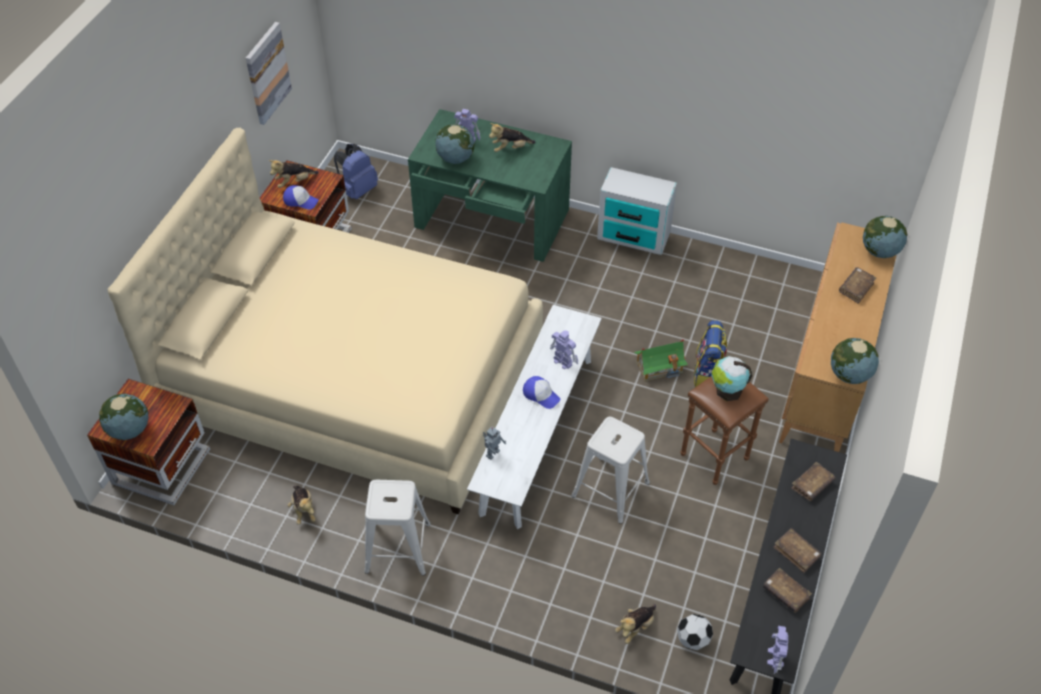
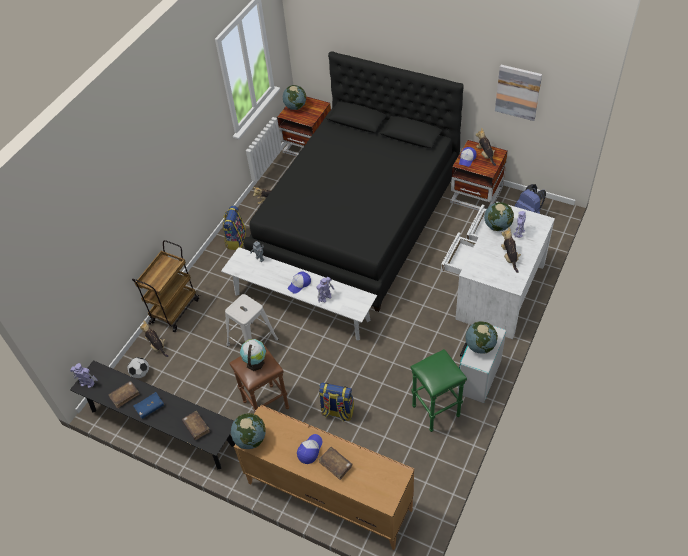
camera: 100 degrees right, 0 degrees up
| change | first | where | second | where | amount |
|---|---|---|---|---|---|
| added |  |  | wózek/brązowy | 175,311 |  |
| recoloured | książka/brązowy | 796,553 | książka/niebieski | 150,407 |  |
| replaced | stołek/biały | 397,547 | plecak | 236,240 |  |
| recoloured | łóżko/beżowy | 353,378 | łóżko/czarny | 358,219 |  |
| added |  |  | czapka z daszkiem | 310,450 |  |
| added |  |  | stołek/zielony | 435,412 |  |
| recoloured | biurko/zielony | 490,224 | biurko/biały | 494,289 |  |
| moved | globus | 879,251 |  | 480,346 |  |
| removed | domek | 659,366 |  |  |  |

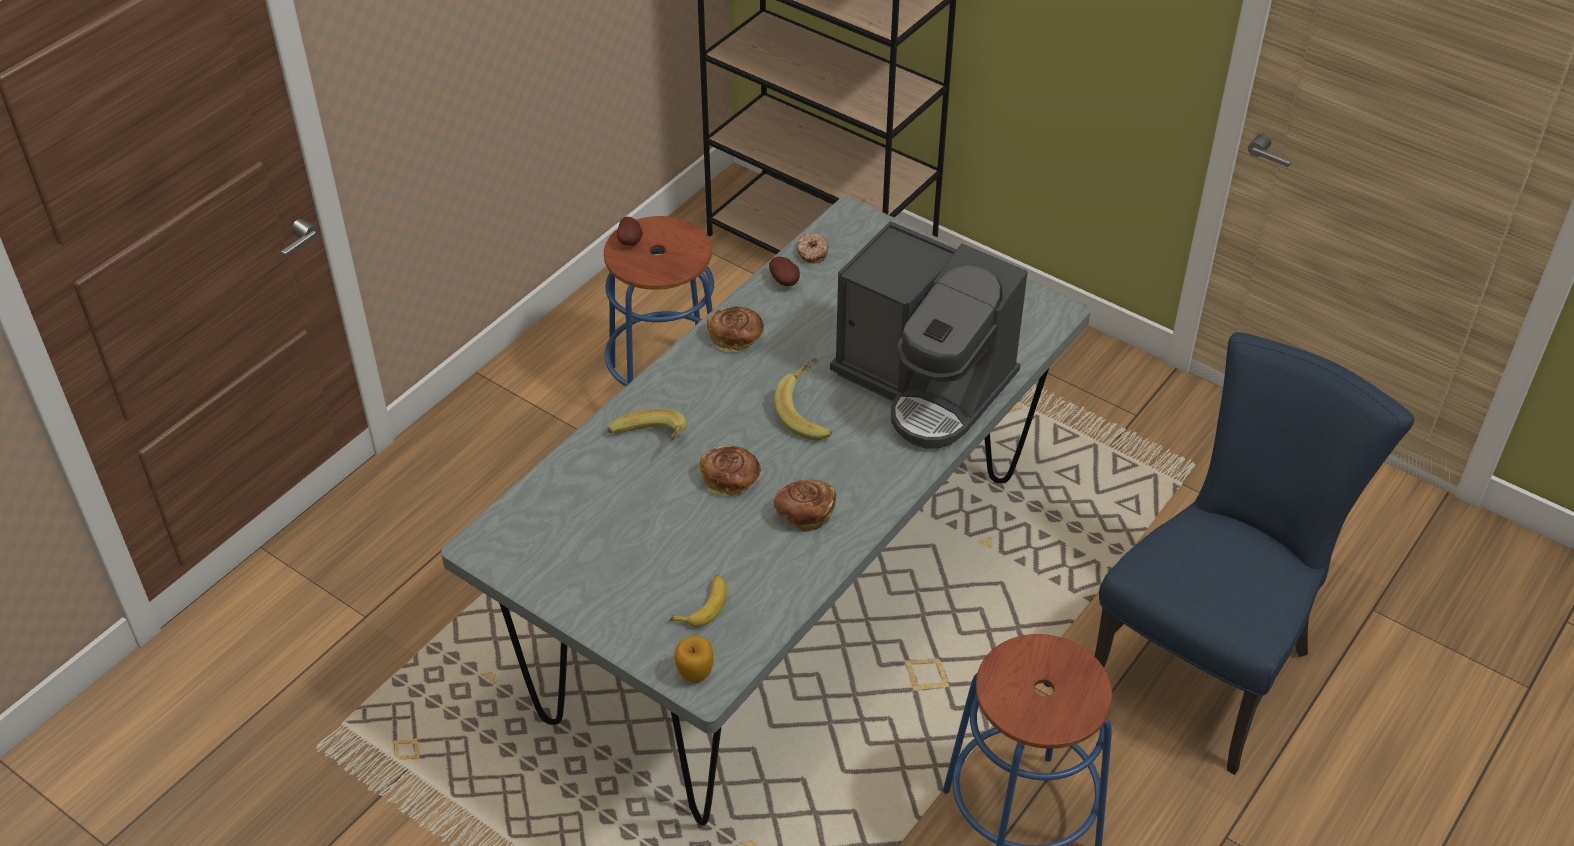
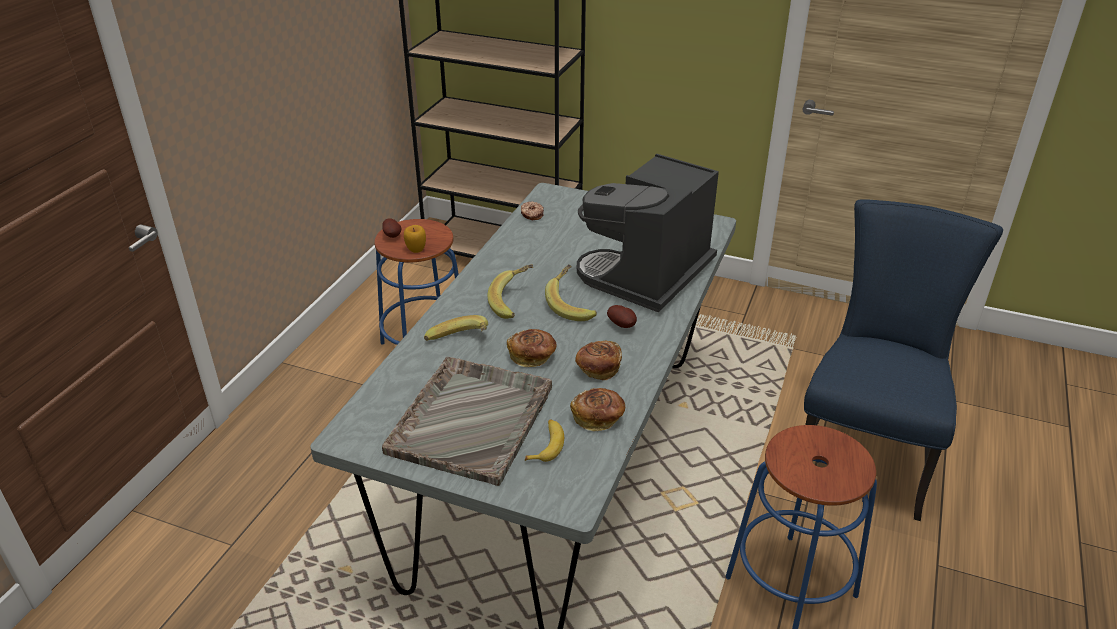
camera: 15 degrees left, 10 degrees down
| change | first | where | second | where | amount |
|---|---|---|---|---|---|
| added |  |  | taca/szary | 472,419 |  |
| moved | jabłko | 695,674 |  | 416,249 |  |
| added |  |  | banan | 514,302 |  |
| moved | chleb | 736,338 |  | 598,418 |  |
| turned | ekspres do kawy | 925,384 |  | 647,276 | 105 degrees clockwise |
| moved | ziemniak | 785,282 |  | 623,325 |  |

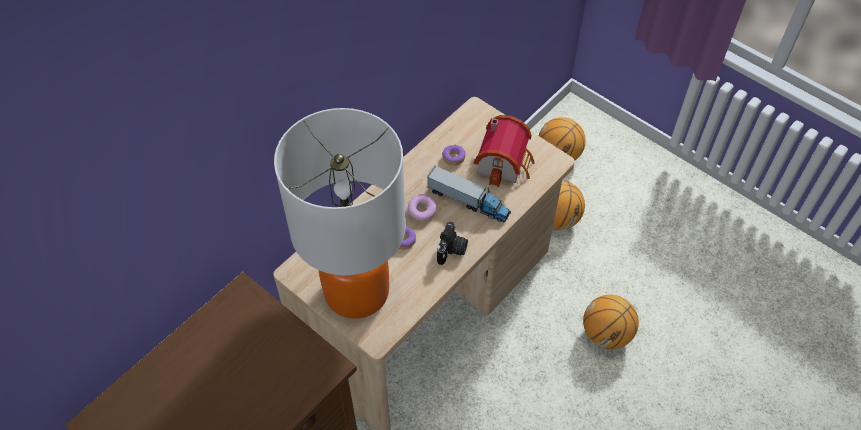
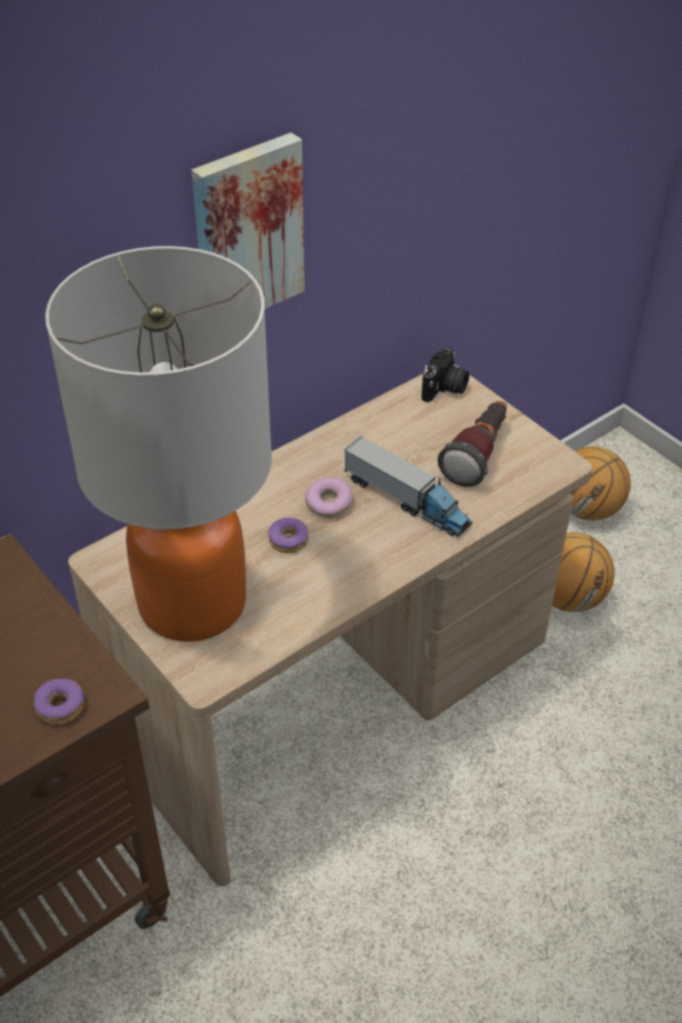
camera: 10 degrees right, 10 degrees down
| change | first | where | second | where | amount |
|---|---|---|---|---|---|
| moved | donut | 453,157 |  | 60,707 |  |
| added |  |  | obraz | 246,230 |  |
| moved | aparat fotograficzny | 452,250 |  | 445,389 |  |
| replaced | domek | 505,163 | latarka | 478,455 |  |
| removed | piłka do koszykówki | 606,334 |  |  |  |

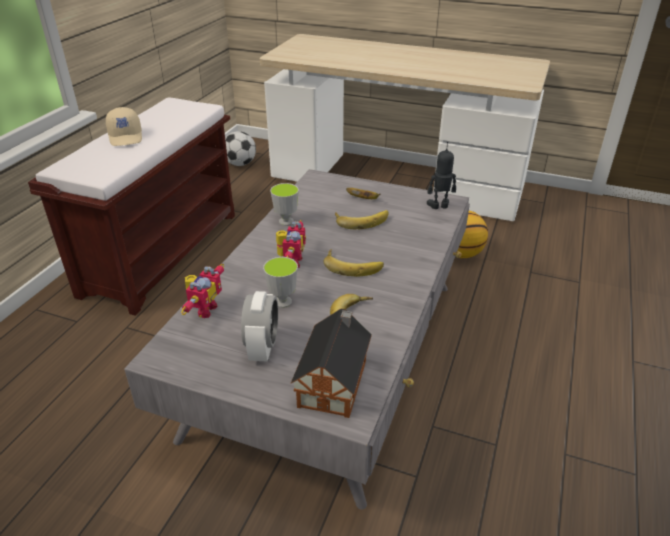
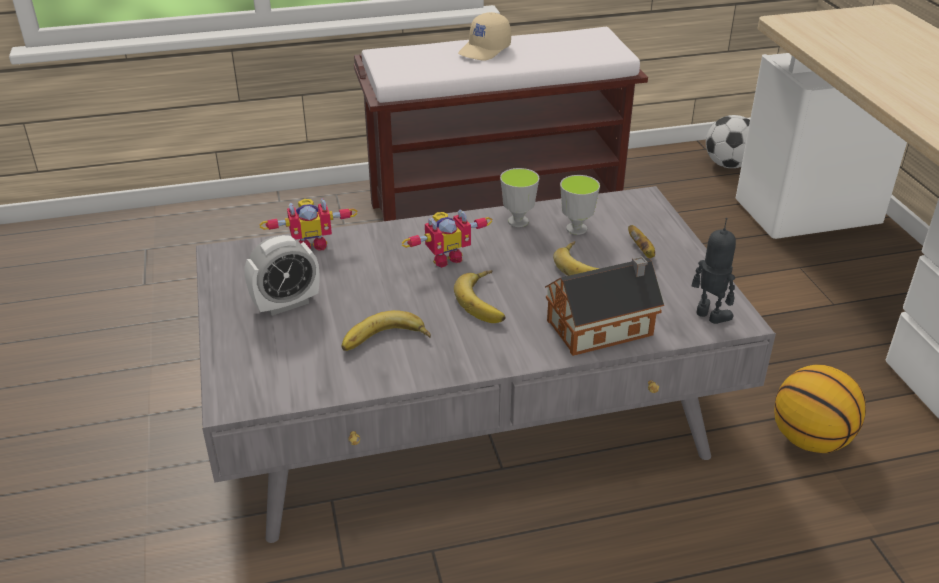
camera: 55 degrees right, 0 degrees up
| change | first | where | second | where | amount |
|---|---|---|---|---|---|
| moved | domek | 334,380 |  | 604,327 |  |
| moved | filiżanka | 282,302 |  | 576,229 |  |

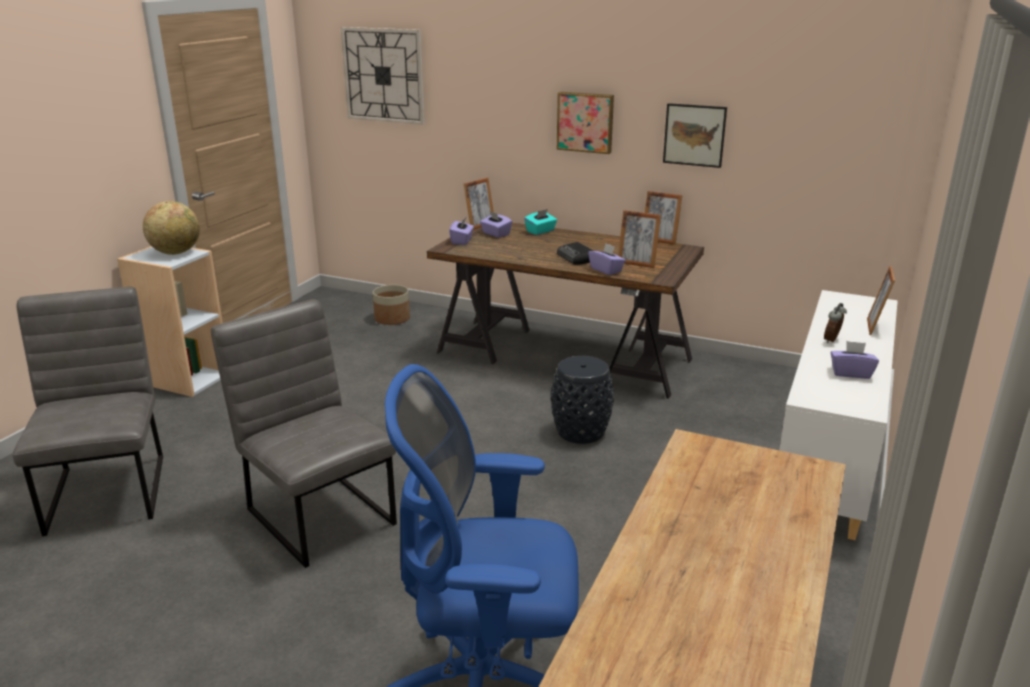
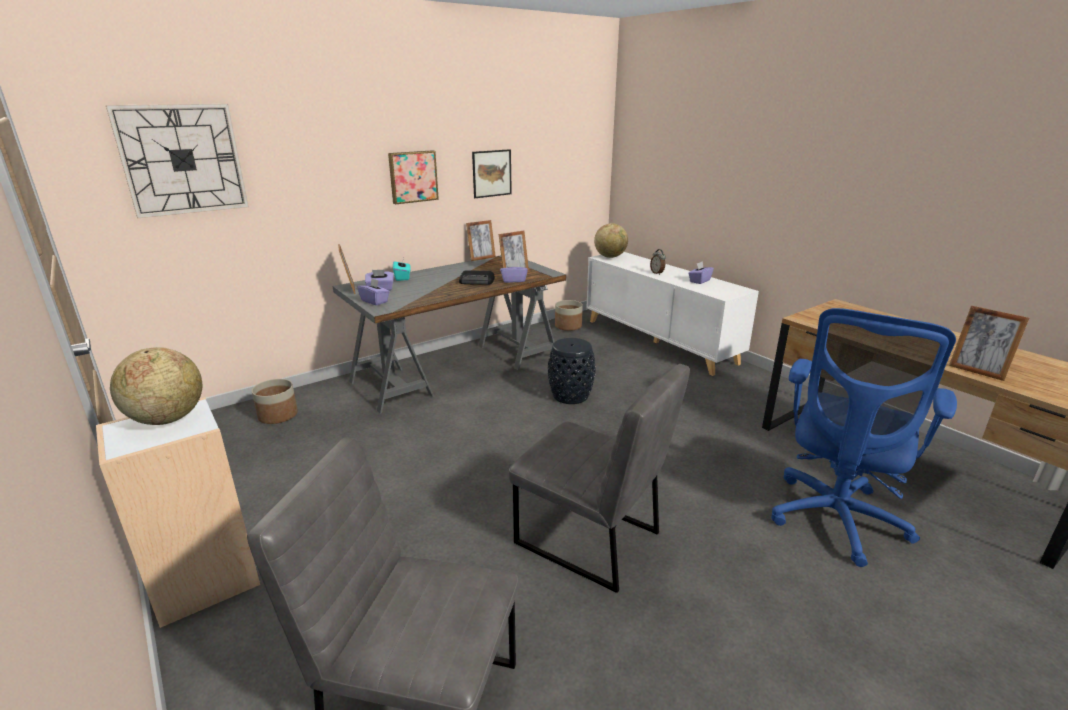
camera: 60 degrees left, 0 degrees up
| change | first | where | second | where | amount |
|---|---|---|---|---|---|
| recoloured | biurko/brązowy | 564,355 | biurko/szary | 458,368 |  |
| turned | krzesło/szary | 319,514 |  | 590,540 | 135 degrees counterclockwise |
| added |  |  | donica | 568,326 |  |
| added |  |  | globus | 610,257 |  |
| moved | ramka na zdjęcie | 875,327 |  | 977,371 |  |

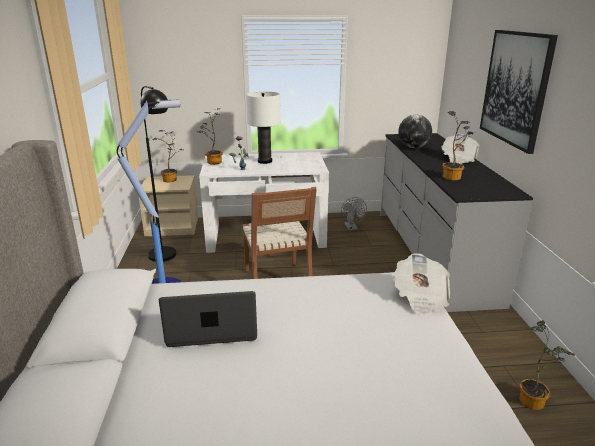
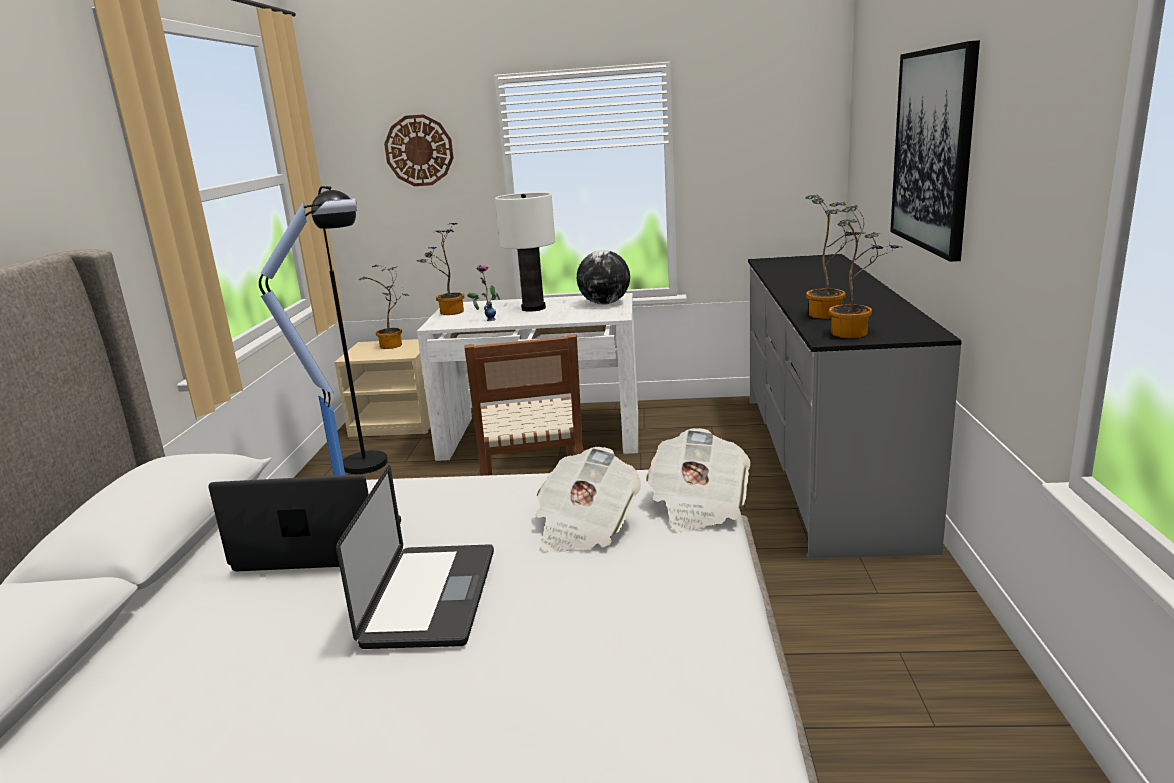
camera: 10 degrees right, 5 degrees down
| change | first | where | second | where | amount |
|---|---|---|---|---|---|
| added |  |  | laptop | 431,597 |  |
| added |  |  | zegar ścienny | 419,150 |  |
| moved | gazeta | 458,159 |  | 585,527 |  |
| moved | globus | 413,147 |  | 604,303 |  |
| moved | roślina doniczkowa | 535,401 |  | 855,333 |  |
| removed | wentylator/szary | 352,228 |  |  |  |

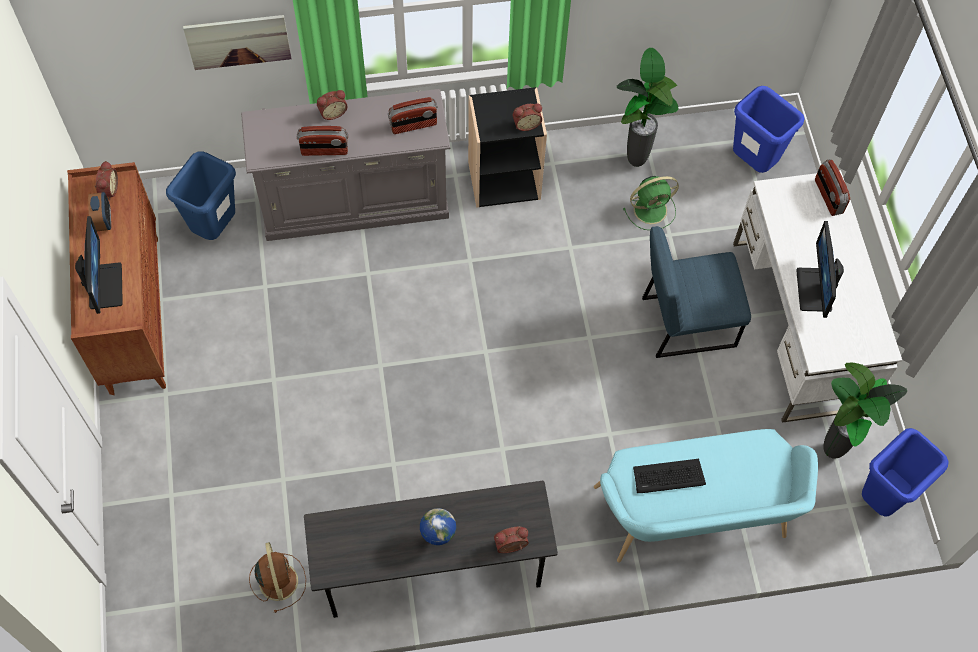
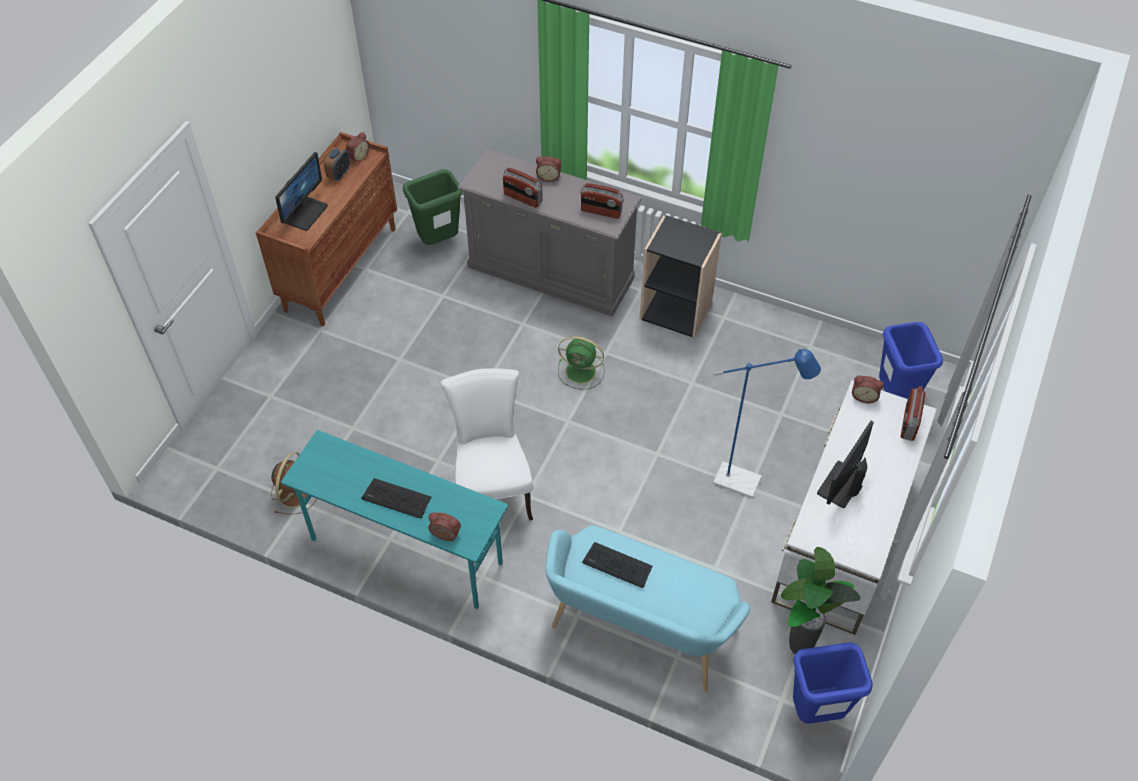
camera: 35 degrees right, 10 degrees down
| change | first | where | second | where | amount |
|---|---|---|---|---|---|
| recoloured | biurko/szary | 432,573 | biurko/turkusowy | 405,552 |  |
| replaced | globus | 437,538 | klawiatura | 396,499 |  |
| recoloured | kosz na śmieci/niebieski | 215,228 | kosz na śmieci/zielony | 439,242 |  |
| added |  |  | krzesło/biały | 492,489 |  |
| moved | wentylator/zielony | 651,209 |  | 582,371 |  |
| replaced | krzesło/niebieski | 685,322 | lampa stojąca/niebieski | 745,483 |  |
| moved | budzik | 526,124 |  | 864,396 |  |
| removed | obraz | 238,41 |  |  |  |
| removed | roślina doniczkowa | 637,160 |  |  |  |

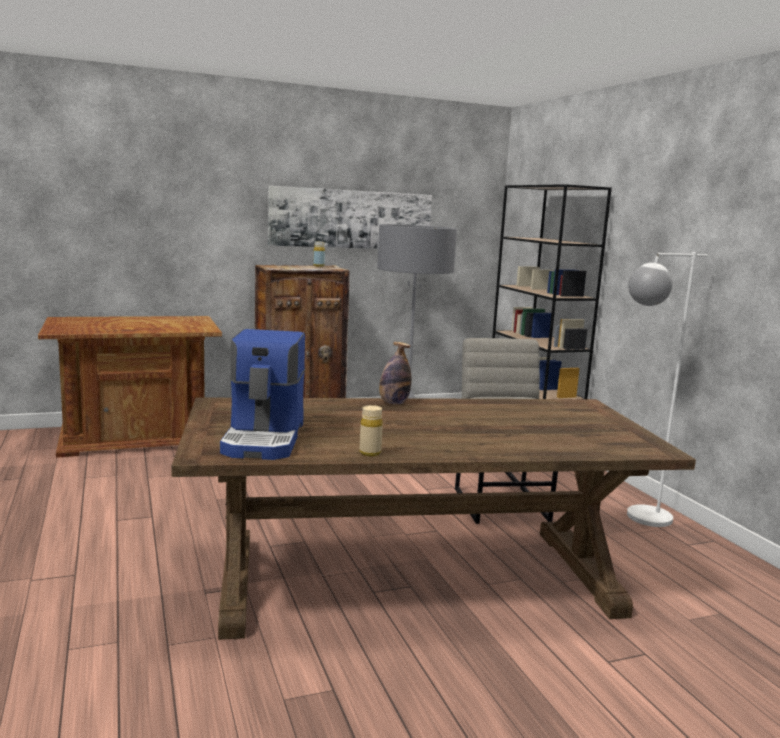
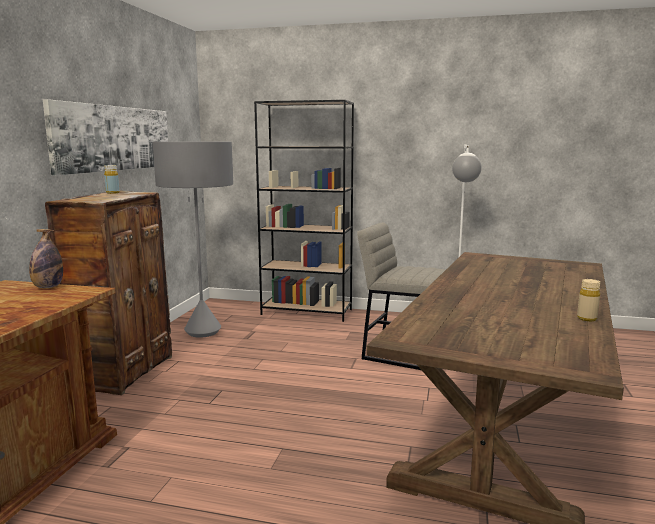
camera: 55 degrees left, 0 degrees up
| change | first | where | second | where | amount |
|---|---|---|---|---|---|
| moved | butelka | 393,403 |  | 48,287 |  |
| removed | ekspres do kawy | 265,439 |  |  |  |

